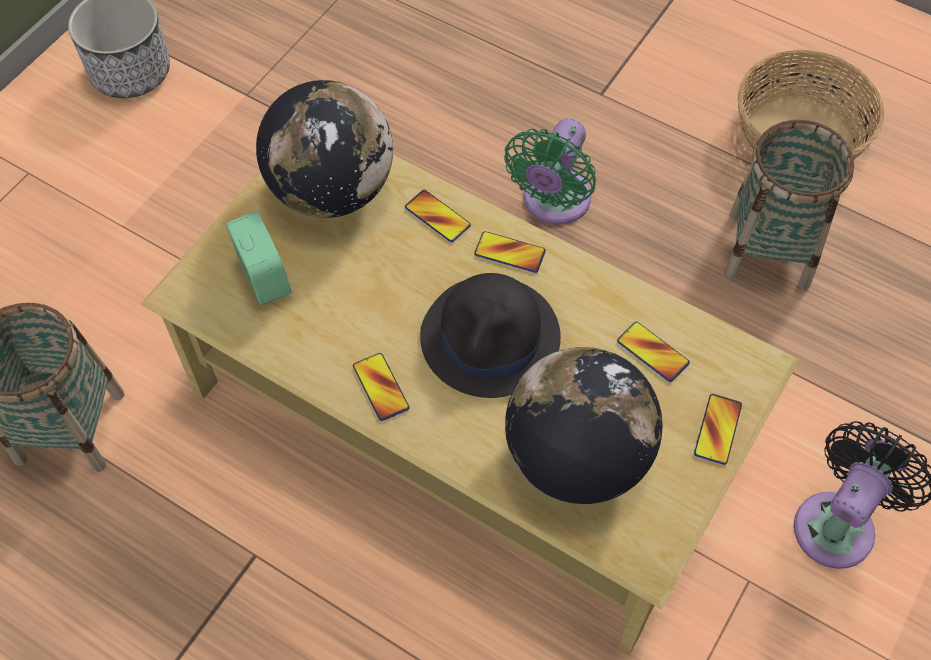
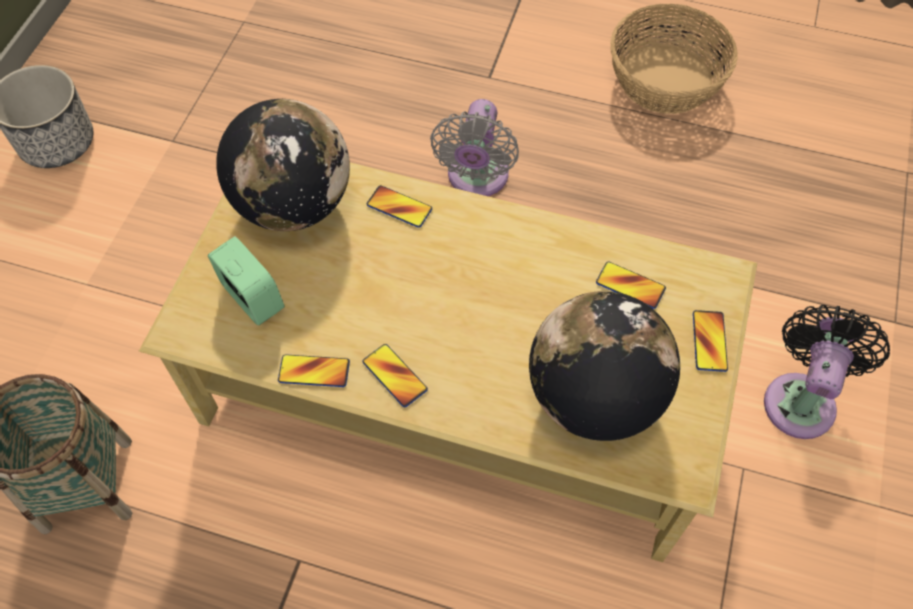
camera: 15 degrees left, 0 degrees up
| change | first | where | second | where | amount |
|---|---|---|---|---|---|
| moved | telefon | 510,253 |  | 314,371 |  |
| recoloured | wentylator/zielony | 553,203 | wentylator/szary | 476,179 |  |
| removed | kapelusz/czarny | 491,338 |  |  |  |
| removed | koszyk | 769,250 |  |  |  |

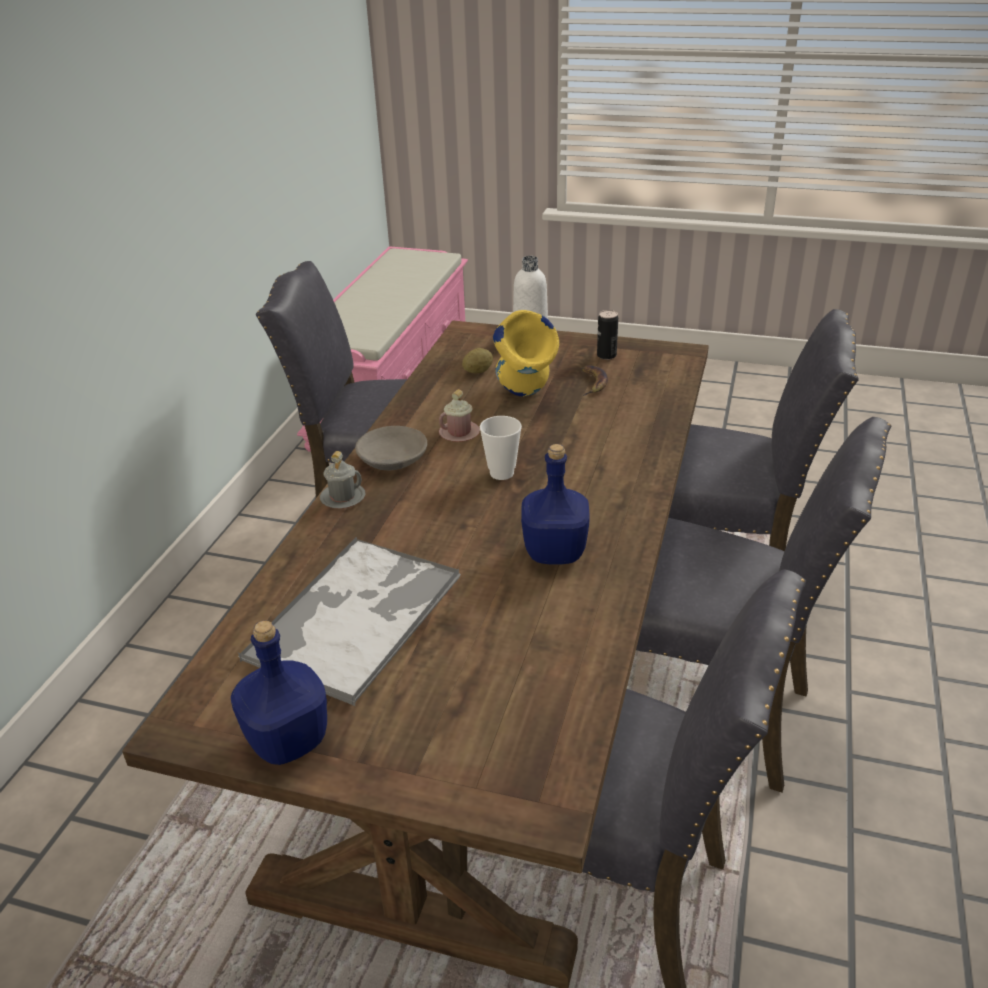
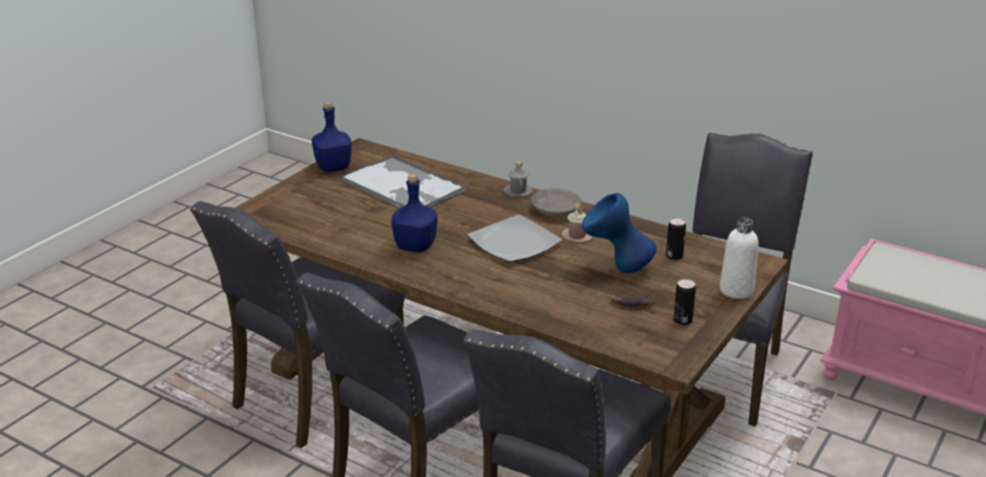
camera: 105 degrees right, 5 degrees down
| change | first | where | second | where | amount |
|---|---|---|---|---|---|
| replaced | filiżanka | 501,473 | talerz | 514,243 |  |
| recoloured | wazon/żółty | 525,399 | wazon/niebieski | 616,268 |  |
| replaced | ziemniak | 478,372 | puszka | 674,256 |  |

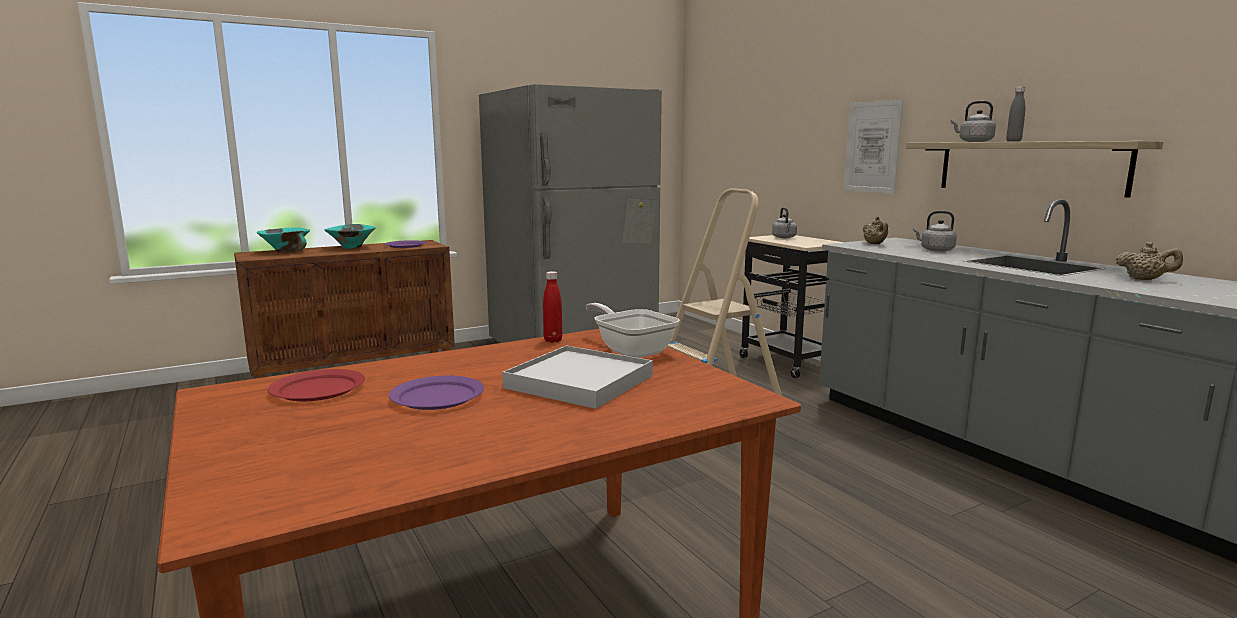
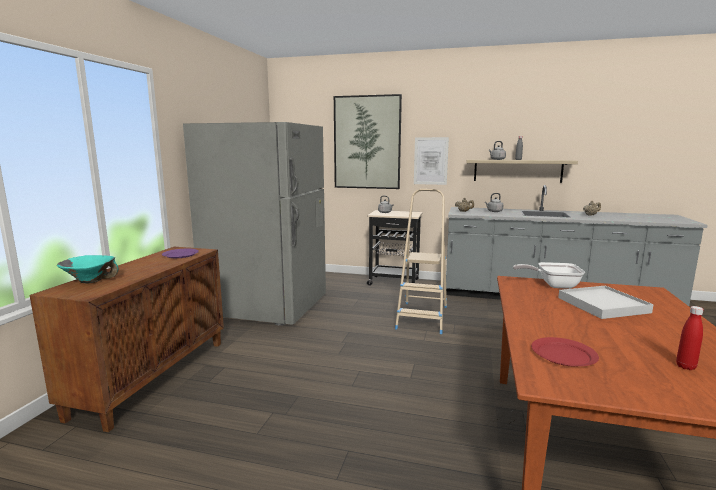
camera: 45 degrees left, 0 degrees up
| change | first | where | second | where | amount |
|---|---|---|---|---|---|
| added |  |  | obraz | 367,142 |  |
| moved | butelka/czerwony | 553,340 |  | 685,366 |  |
| removed | miska/turkusowy | 351,248 |  |  |  |
| removed | talerz/fioletowy | 437,396 |  |  |  |

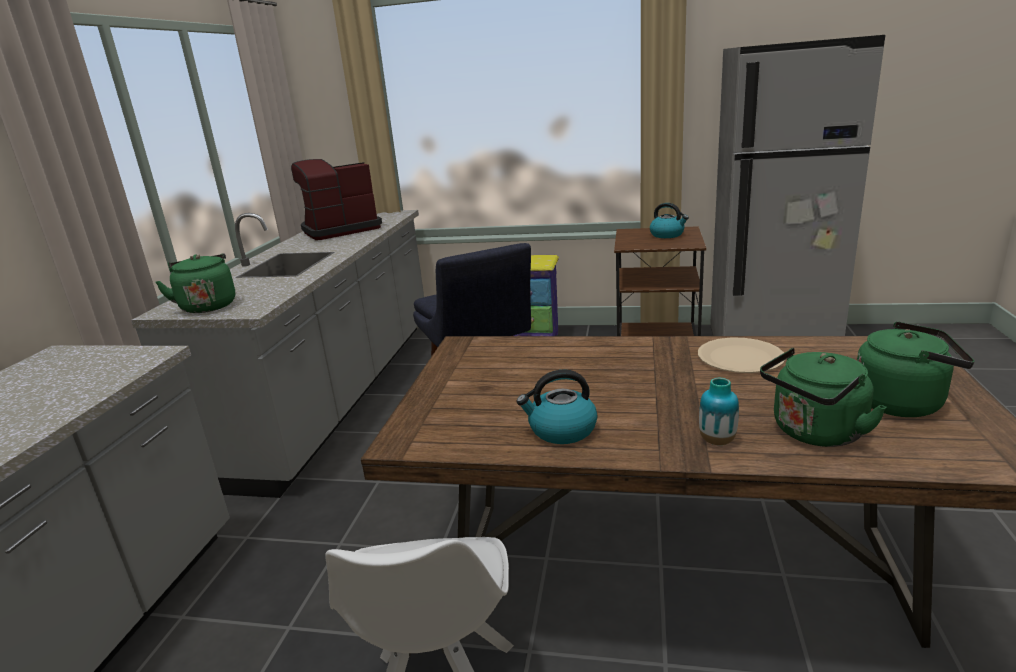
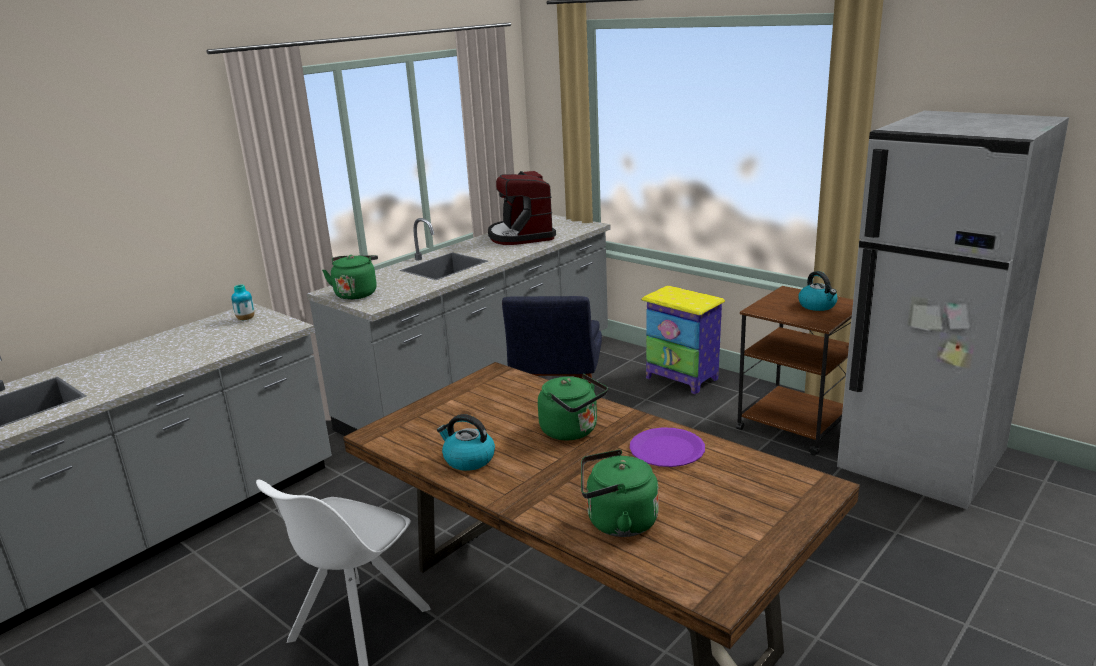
camera: 30 degrees right, 0 degrees up
| change | first | where | second | where | amount |
|---|---|---|---|---|---|
| moved | wazon | 717,441 |  | 246,319 |  |
| turned | ekspres do kawy | 339,230 |  | 521,235 | 105 degrees counterclockwise |
| moved | czajnik/zielony | 902,403 |  | 572,431 |  |
| recoloured | talerz/beżowy | 740,358 | talerz/fioletowy | 667,449 |  |

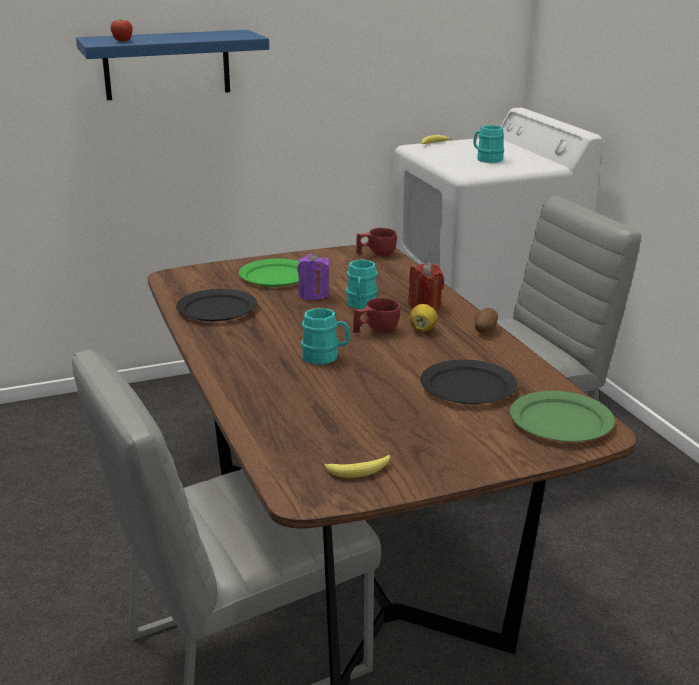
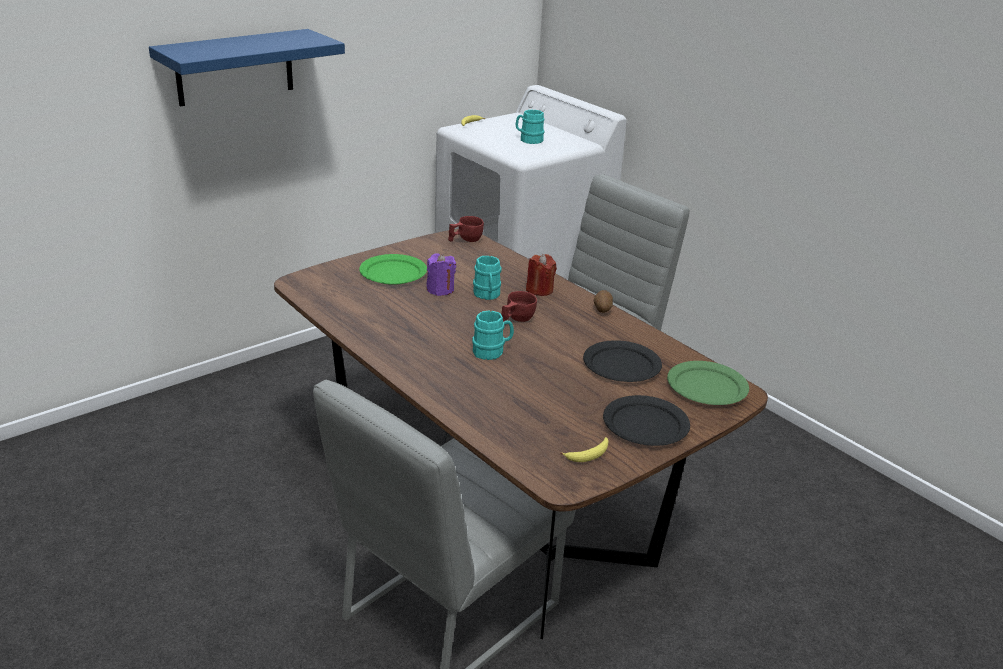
camera: 20 degrees left, 5 degrees up
| change | first | where | second | where | amount |
|---|---|---|---|---|---|
| moved | talerz/czarny | 217,309 |  | 645,424 |  |
| removed | jabłko | 122,41 |  |  |  |
| removed | cytryna | 422,330 |  |  |  |

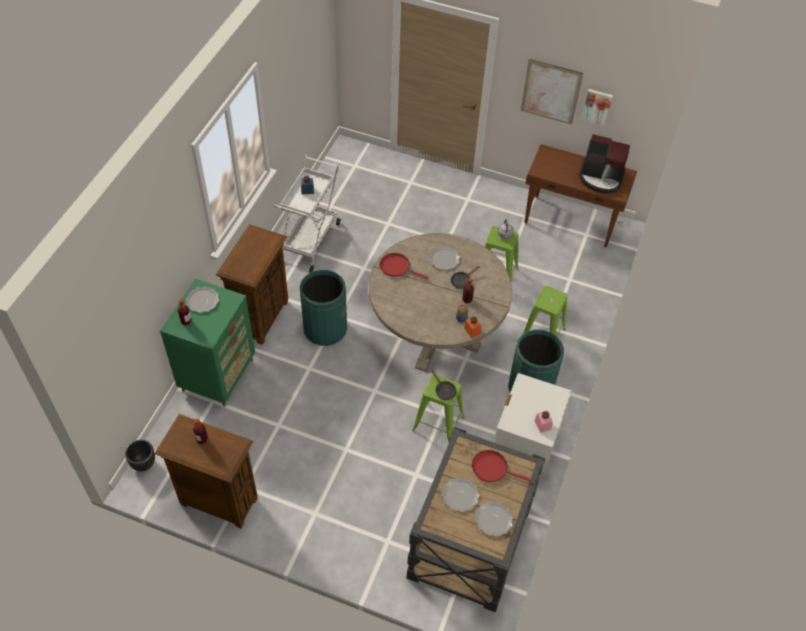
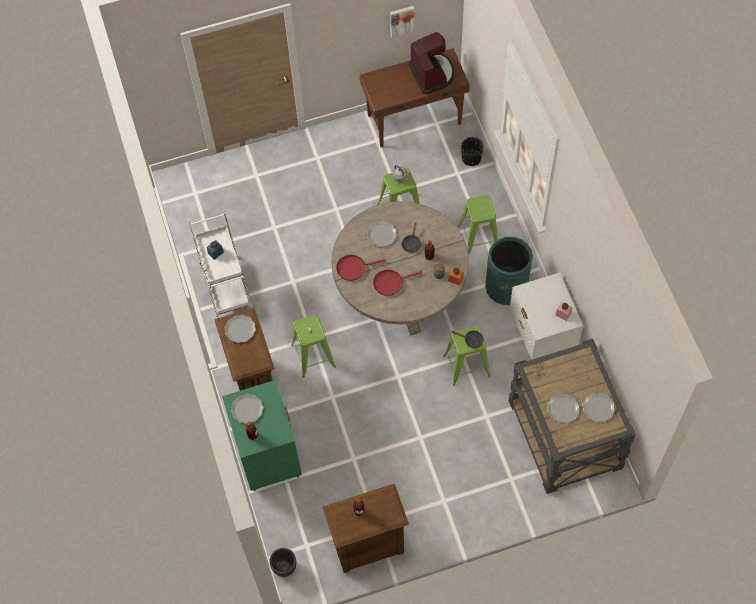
camera: 35 degrees left, 10 degrees up
| change | first | where | second | where | amount |
|---|---|---|---|---|---|
| added |  |  | talerz | 240,329 |  |
| replaced | kosz na śmieci/zielony | 325,329 | stołek/zielony | 313,356 |  |
| moved | patelnia/czerwony | 492,468 |  | 390,283 |  |
| turned | ekspres do kawy | 601,178 |  | 432,74 | 90 degrees counterclockwise |
| added |  |  | donica/czarny | 471,158 |  |
| removed | obraz | 551,92 |  |  |  |

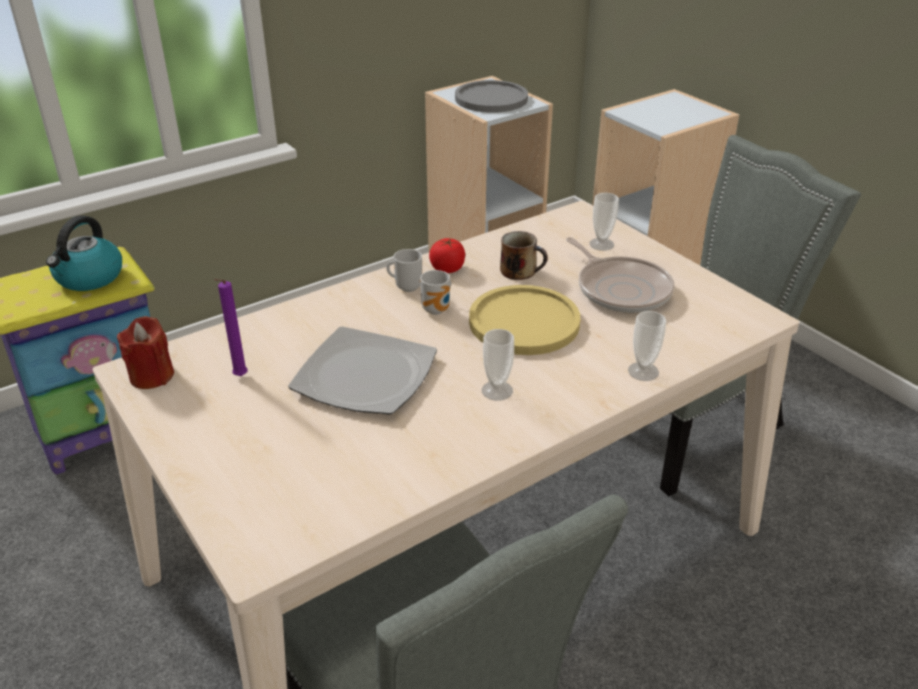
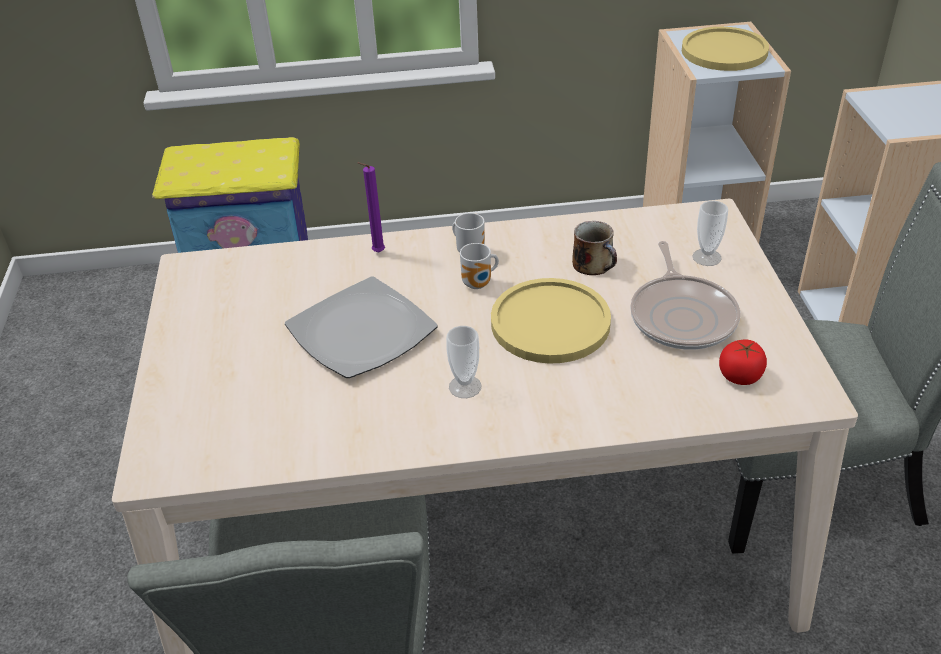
camera: 30 degrees right, 5 degrees up
| change | first | where | second | where | amount |
|---|---|---|---|---|---|
| moved | świeca/fioletowy | 239,377 |  | 376,253 |  |
| recoloured | talerz/szary | 491,99 | talerz/żółty | 724,51 |  |
| moved | pomidor | 447,268 |  | 740,376 |  |
| removed | czajnik | 89,278 |  |  |  |
| removed | świeca/czerwony | 152,376 |  |  |  |
| removed | filiżanka | 643,371 |  |  |  |

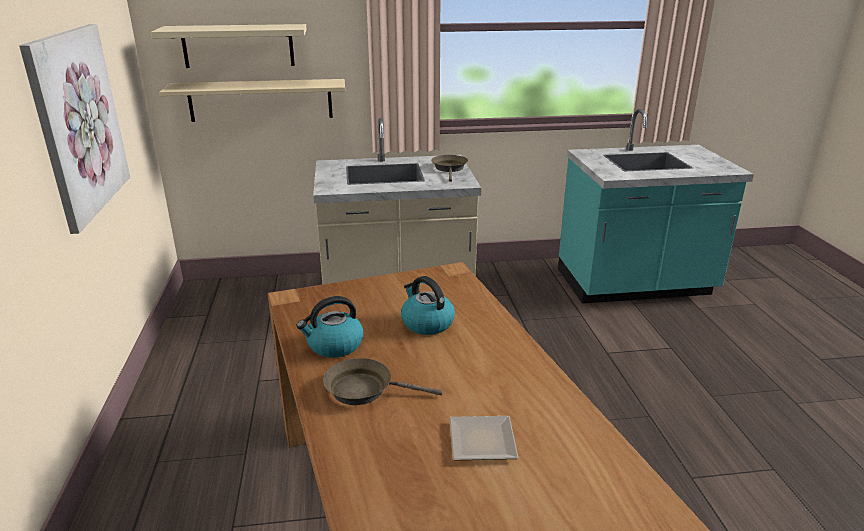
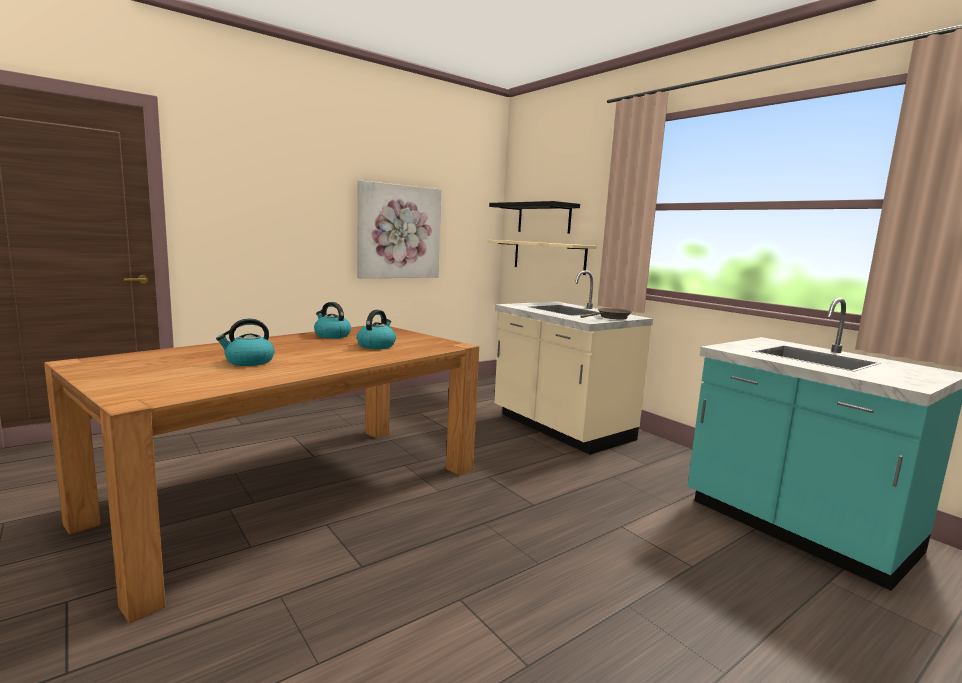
camera: 60 degrees right, 15 degrees down
| change | first | where | second | where | amount |
|---|---|---|---|---|---|
| replaced | talerz | 484,439 | czajnik | 249,362 |  |
| recoloured | półka/beżowy | 238,46 | półka/czarny | 544,218 |  |
| removed | patelnia/brązowy | 364,389 |  |  |  |

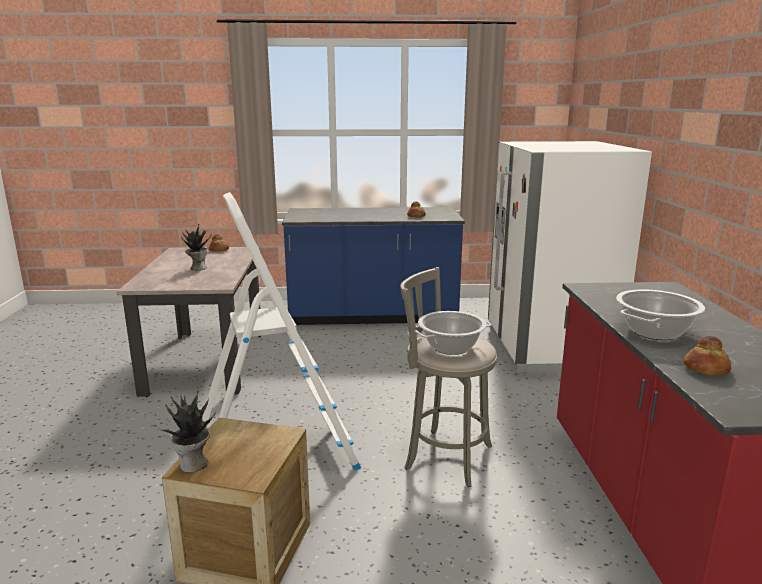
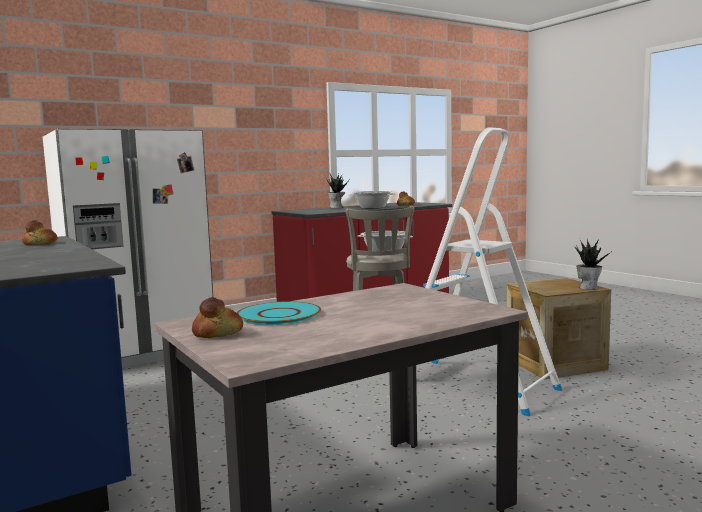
camera: 120 degrees left, 10 degrees down
| change | first | where | second | where | amount |
|---|---|---|---|---|---|
| added |  |  | talerz/turkusowy | 279,315 |  |
| moved | roślina doniczkowa | 197,268 |  | 337,208 |  |

